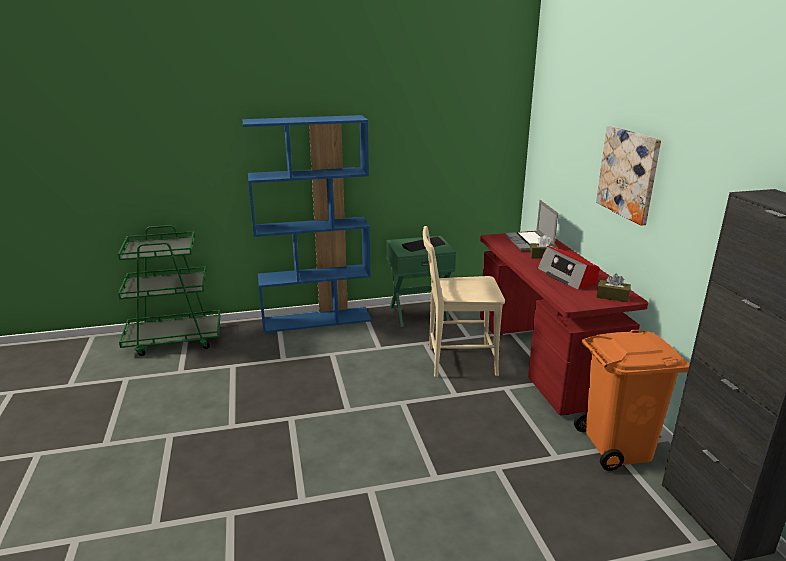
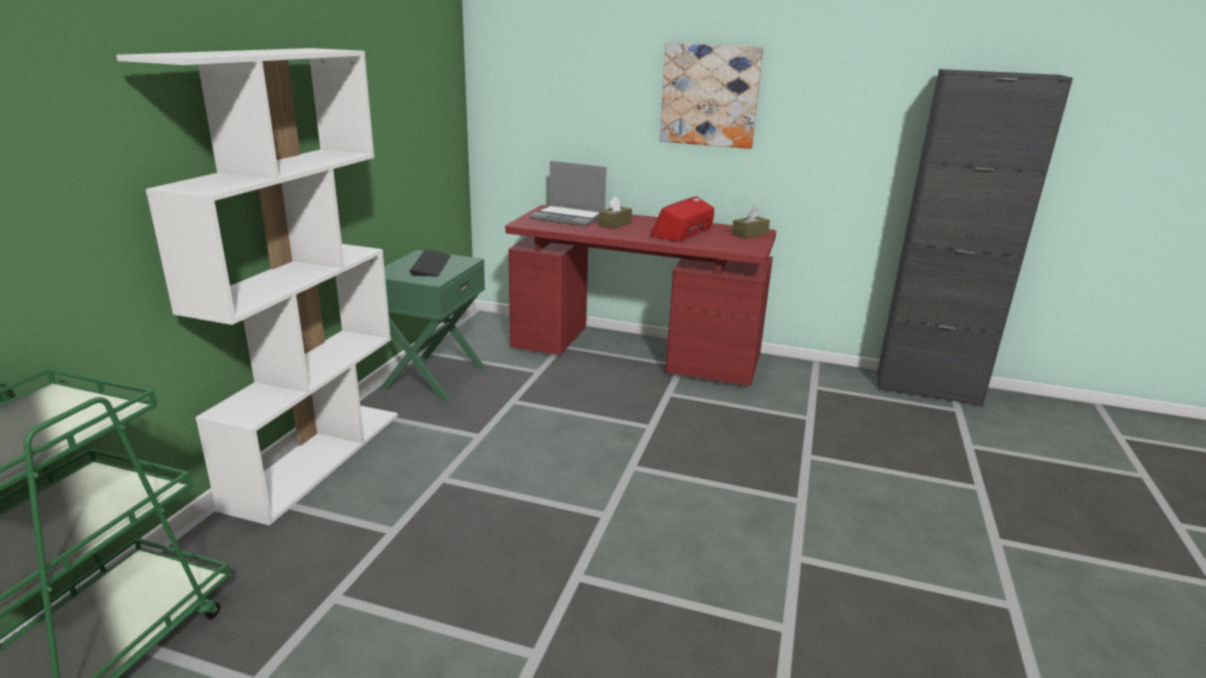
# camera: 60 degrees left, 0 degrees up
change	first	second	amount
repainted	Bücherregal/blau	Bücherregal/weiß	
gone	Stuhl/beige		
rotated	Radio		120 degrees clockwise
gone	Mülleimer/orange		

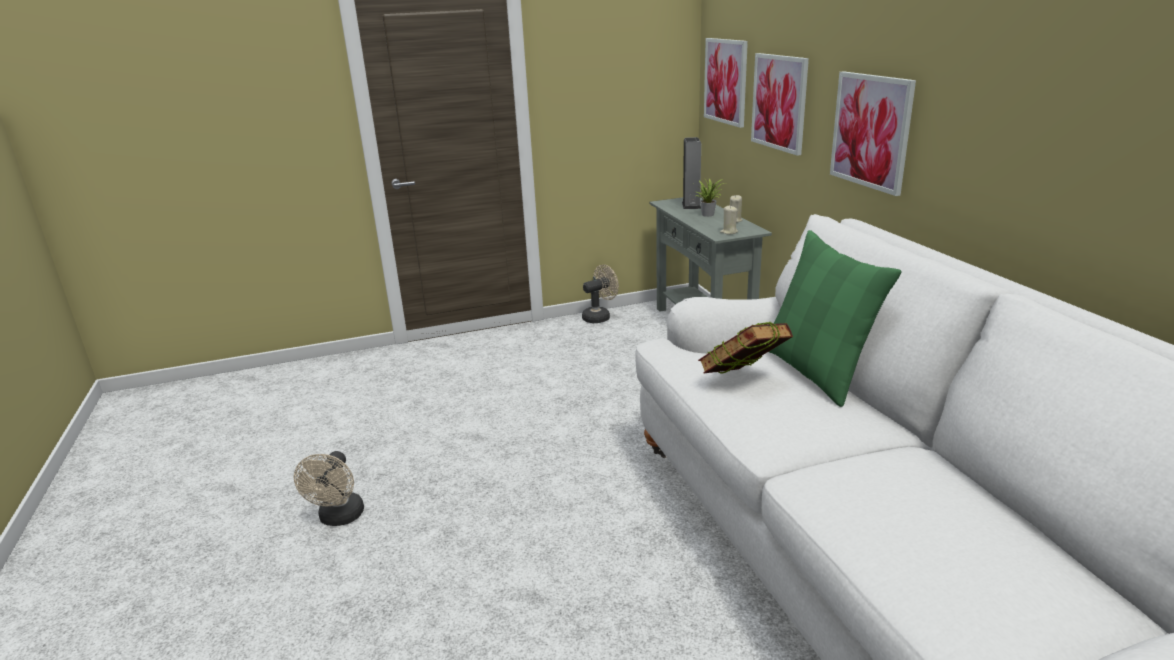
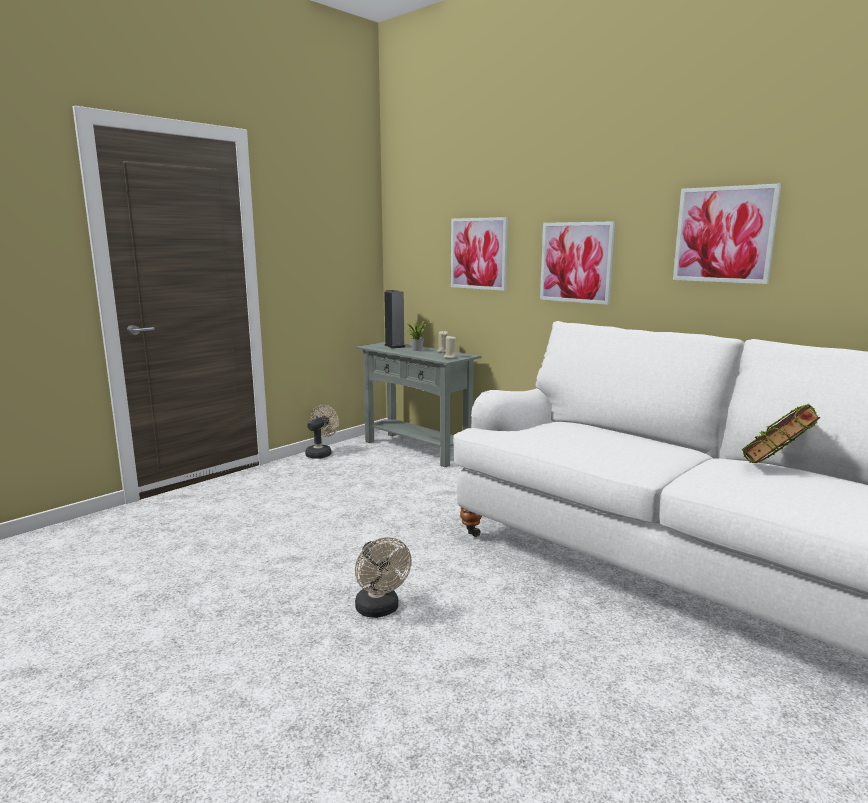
# camera: 30 degrees left, 10 degrees down
change	first	second	amount
shifted	Ventilator/beige (no. 1 from left in the first image)	Ventilator/beige (no. 2 from left)	
shifted	Buch		
shifted	Bild (no. 1 from left in the first image)	Bild (no. 3 from left)	
gone	Kissen/grün		

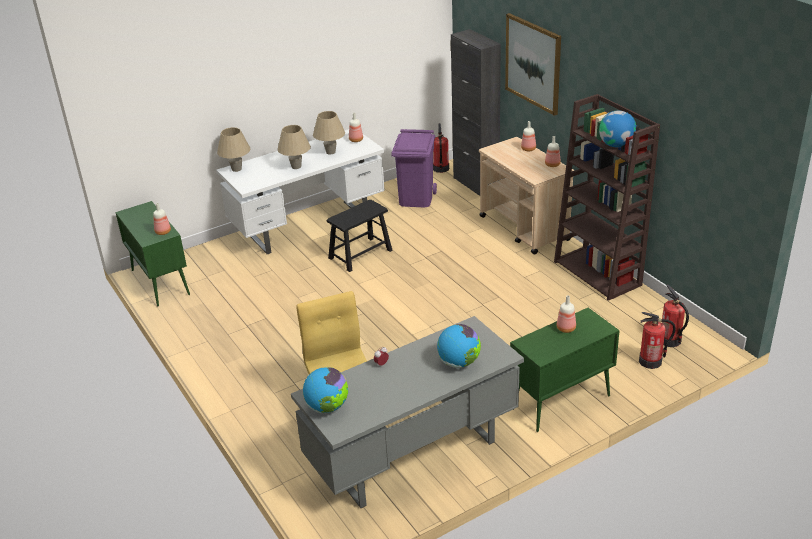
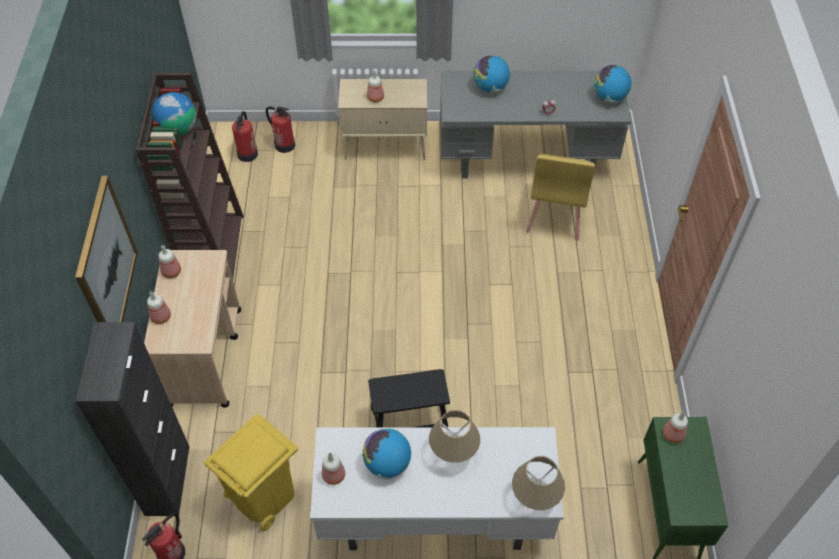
# camera: 150 degrees left, 20 degrees up
change	first	second	amount
swapped	Tischlampe/beige (no. 3 from left)	Globus (no. 2 from left)	
repainted	Mülleimer/lila	Mülleimer/gelb	
repainted	Schrank/grün (no. 2 from left)	Schrank/beige	

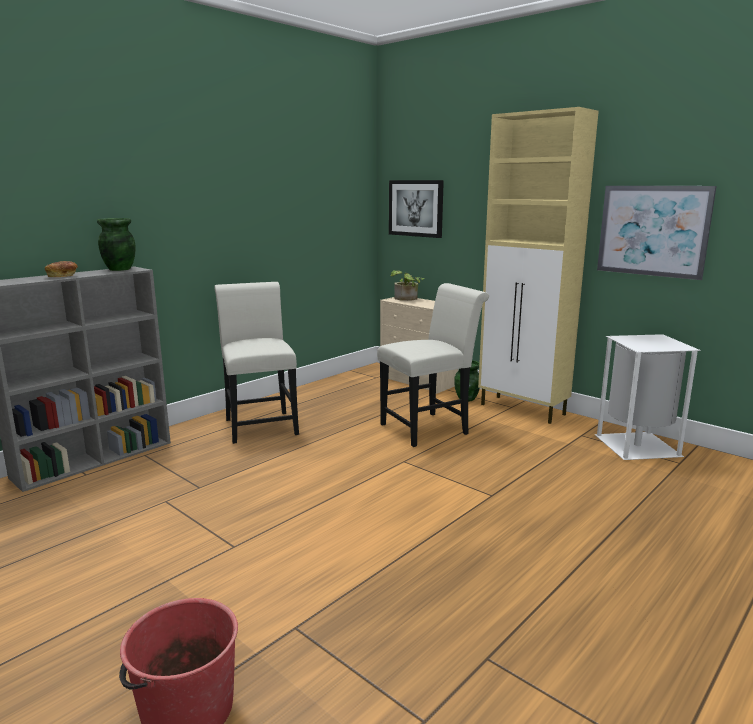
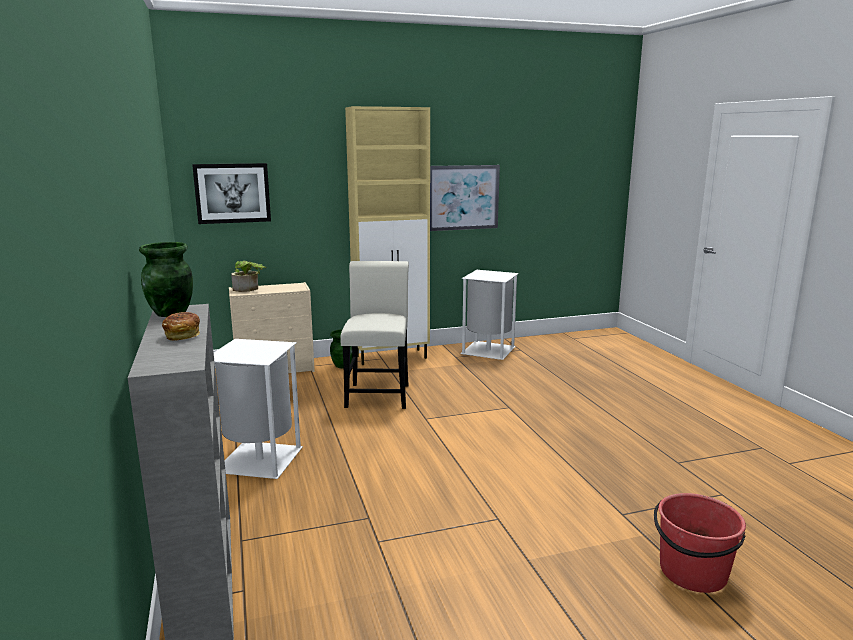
# camera: 60 degrees left, 0 degrees up
change	first	second	amount
swapped	Stuhl/weiß (no. 1 from left)	Mülleimer/weiß (no. 1 from left)	

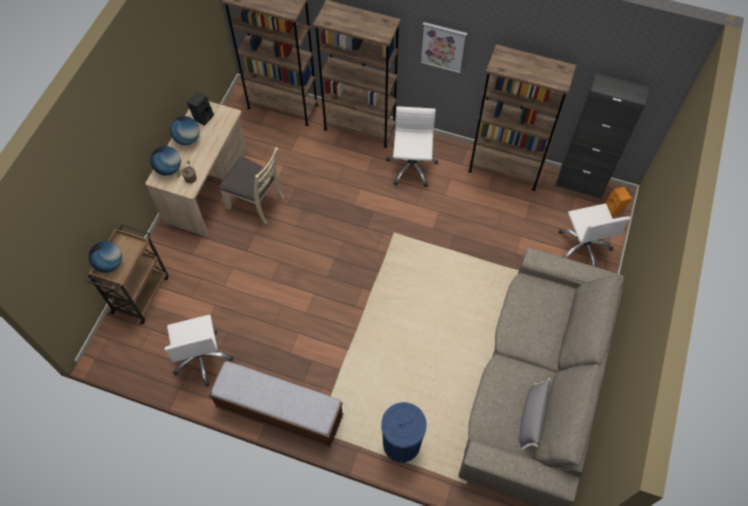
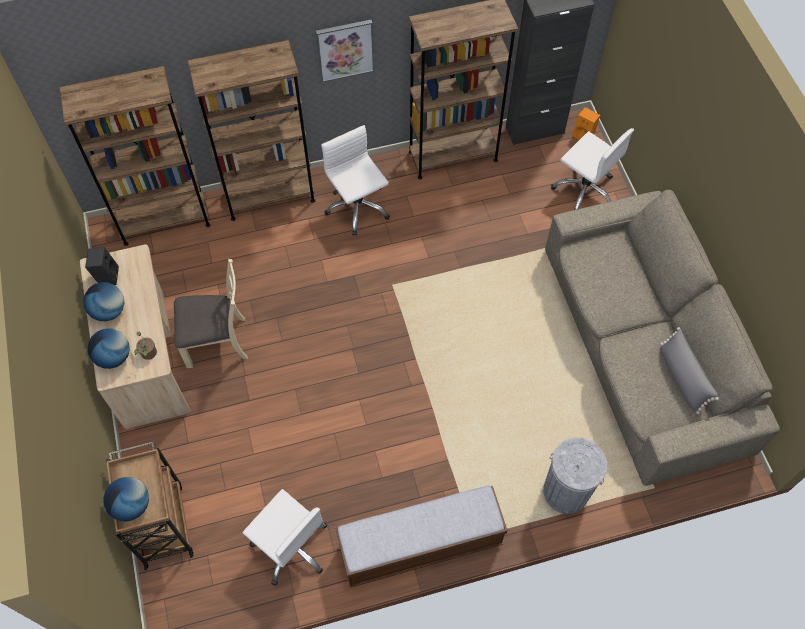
# camera: 35 degrees left, 0 degrees up
change	first	second	amount
repainted	Mülleimer/blau	Mülleimer/grau	

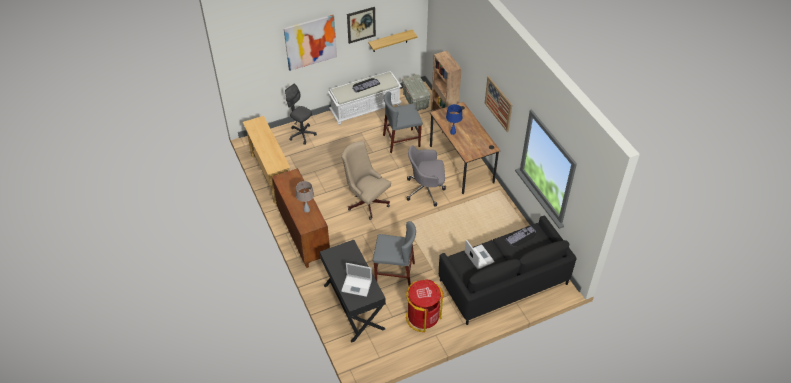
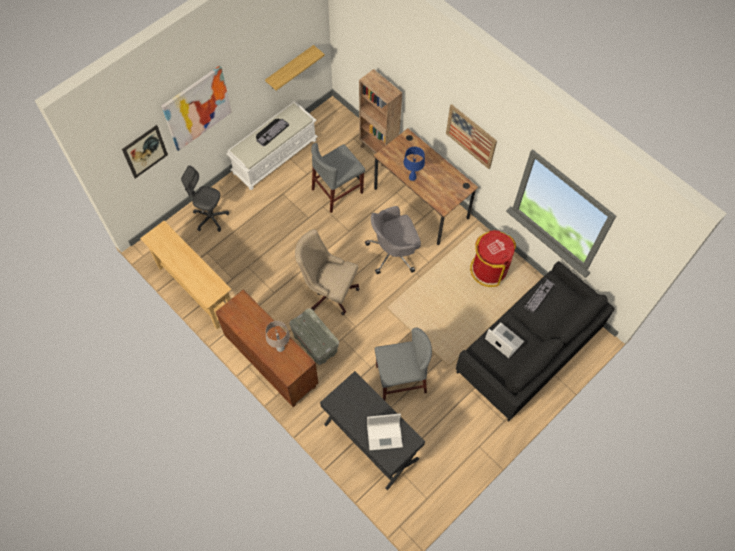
# camera: 20 degrees left, 15 degrees up
change	first	second	amount
shifted	Bild (no. 2 from left in the first image)	Bild (no. 1 from left)	
shifted	Aufbewahrungsbox/grau		
shifted	Mülleimer/rot		

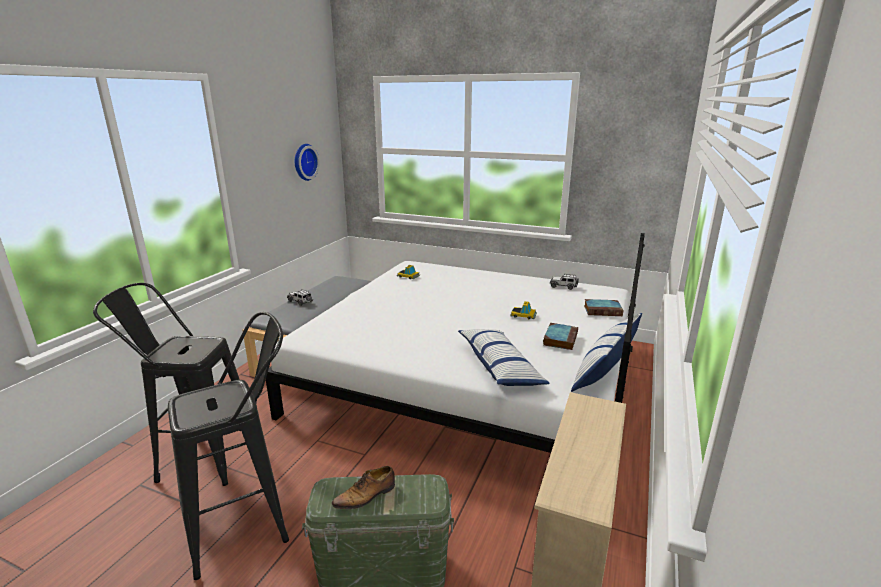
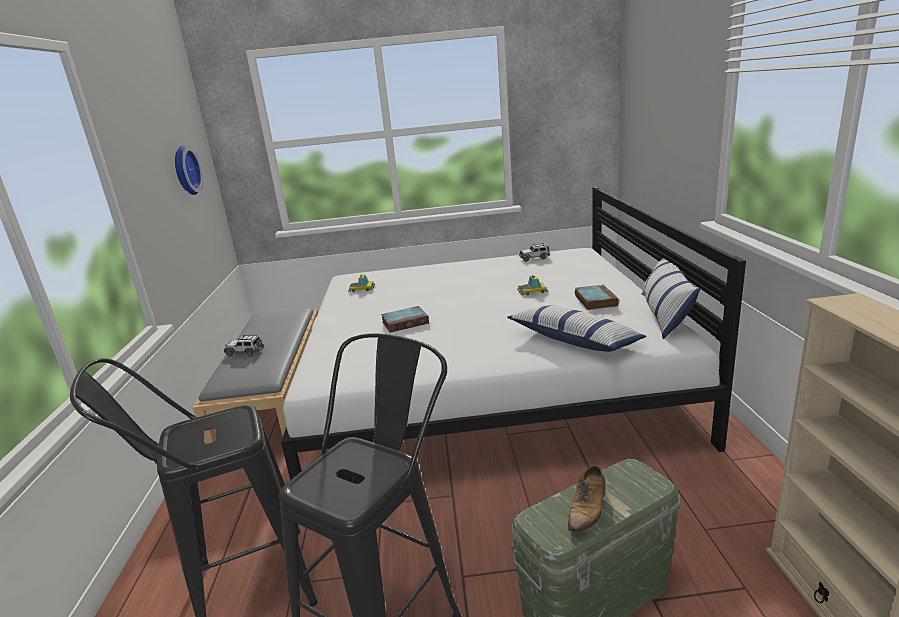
# camera: 25 degrees left, 0 degrees up
change	first	second	amount
shifted	Buch (no. 2 from left in the first image)	Buch (no. 1 from left)	

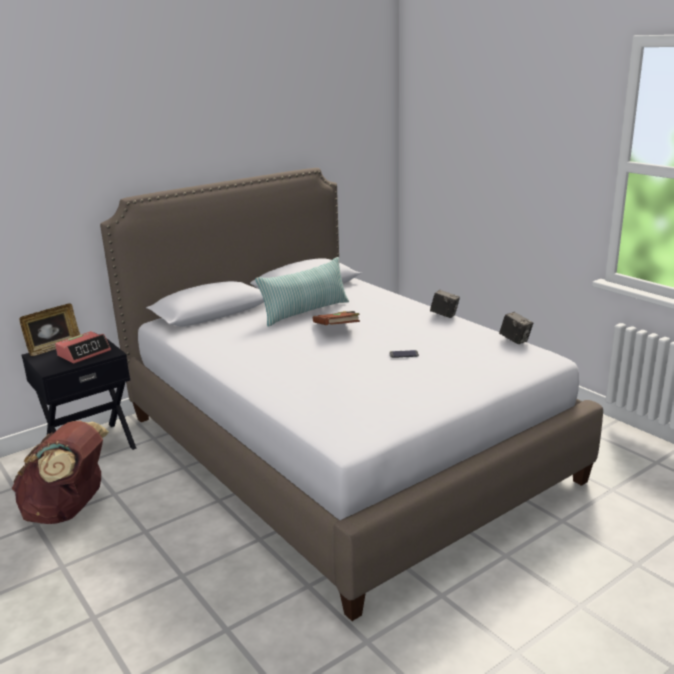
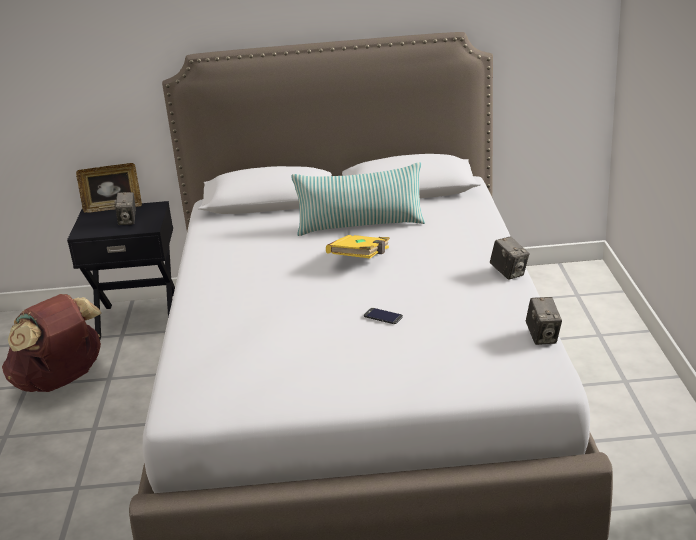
# camera: 35 degrees right, 5 degrees up
change	first	second	amount
swapped	Wecker	Kamera (no. 1 from left)	
repainted	Buch/braun	Buch/gelb	

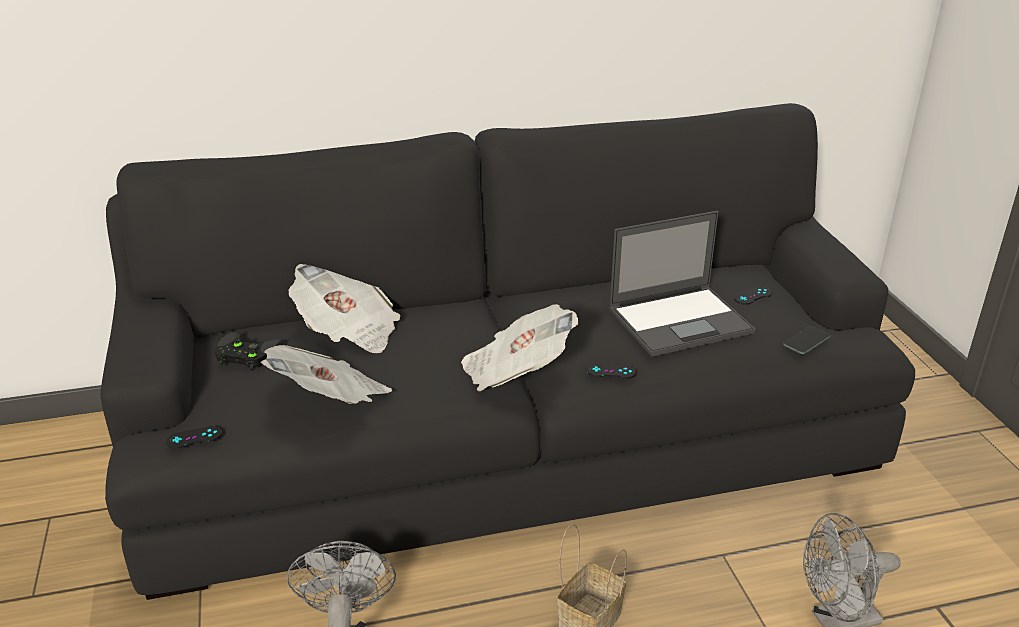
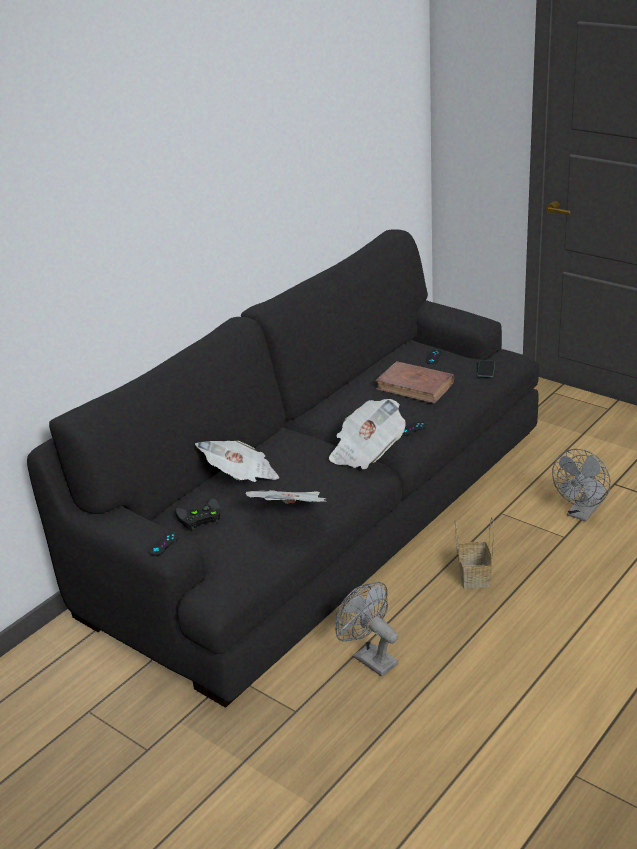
# camera: 35 degrees left, 0 degrees up
change	first	second	amount
shifted	Gamepad/schwarz (no. 1 from left)		
swapped	Laptop	Buch/braun	

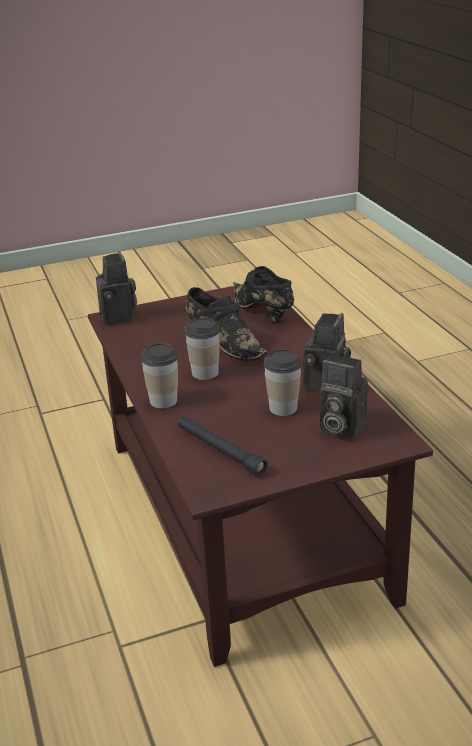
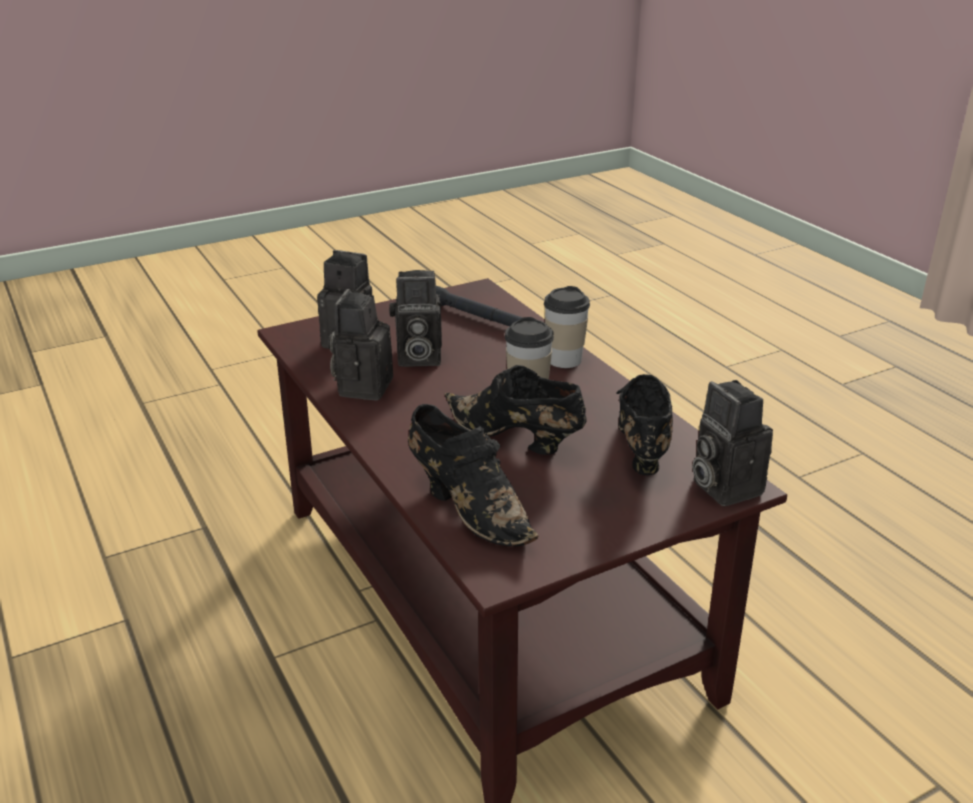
# camera: 170 degrees right, 0 degrees up
change	first	second	amount
swapped	Tasse (no. 3 from left)	Kamera (no. 3 from left)	
new		Schuh/schwarz (no. 3 from left)	

